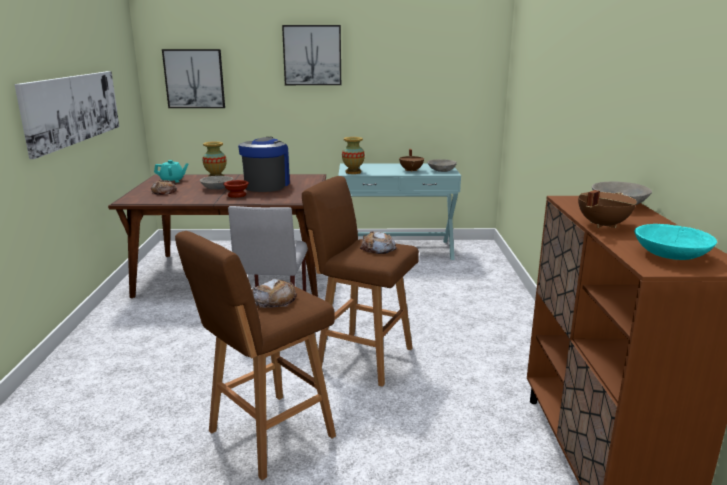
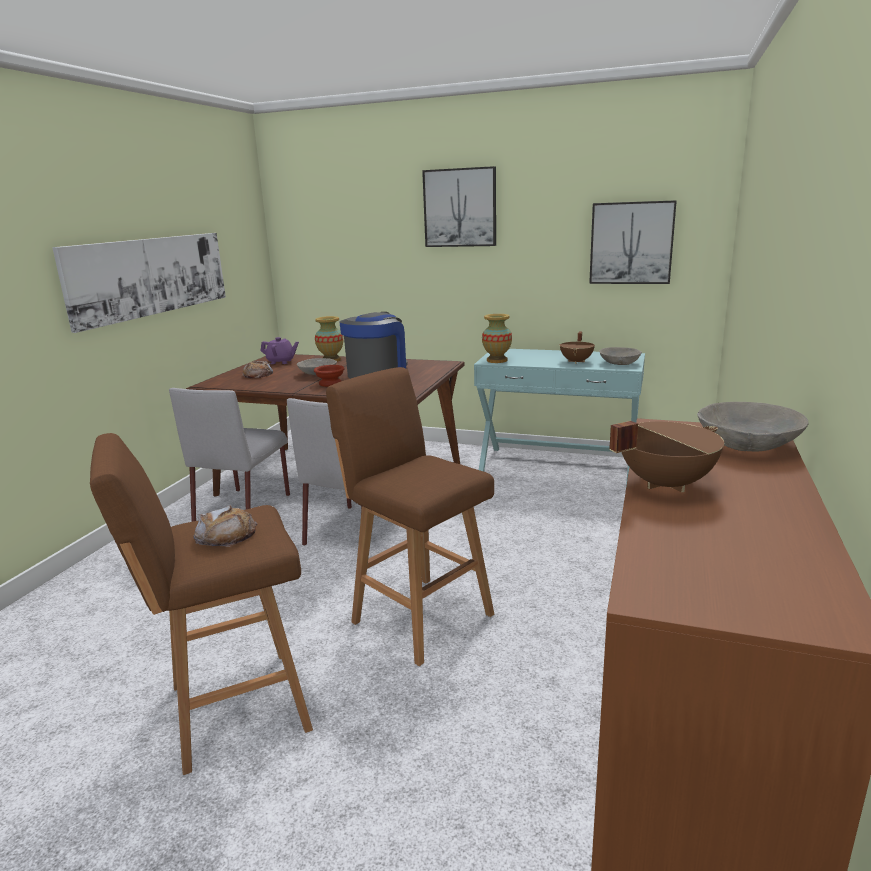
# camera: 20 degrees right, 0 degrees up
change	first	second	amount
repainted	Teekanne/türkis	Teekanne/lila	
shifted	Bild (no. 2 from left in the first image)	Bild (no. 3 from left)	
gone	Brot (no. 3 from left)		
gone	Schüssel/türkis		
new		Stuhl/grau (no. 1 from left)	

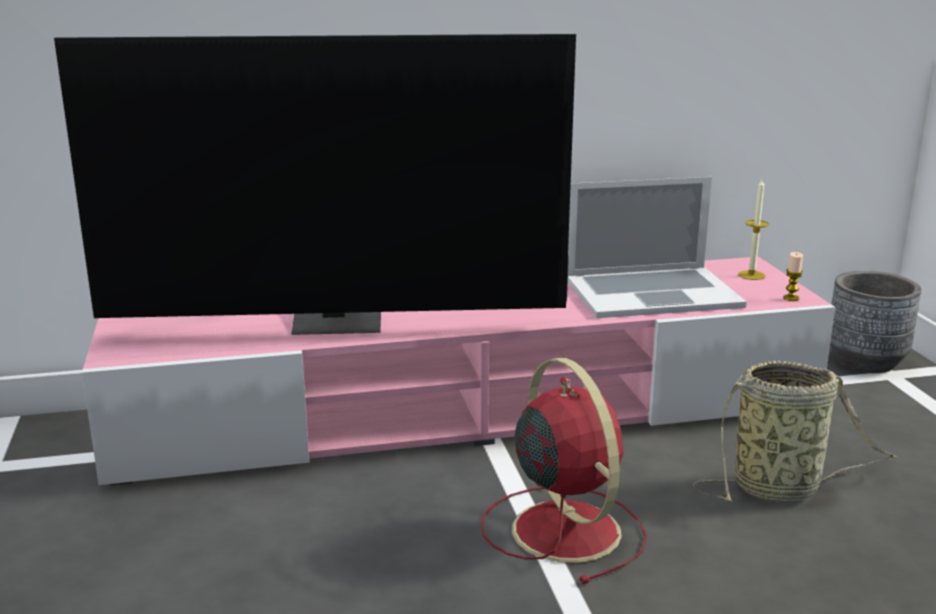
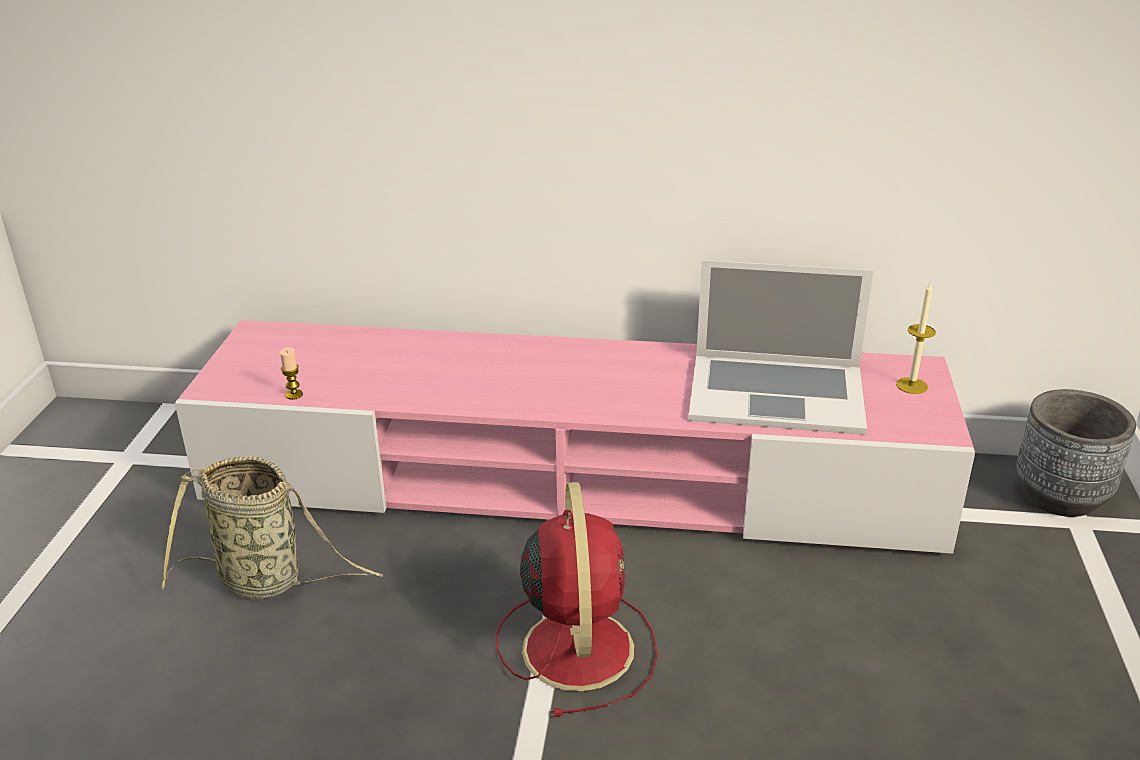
# camera: 20 degrees right, 10 degrees up
change	first	second	amount
gone	Fernseher		
shifted	Korb		
shifted	Kerze (no. 2 from left in the first image)	Kerze (no. 1 from left)	

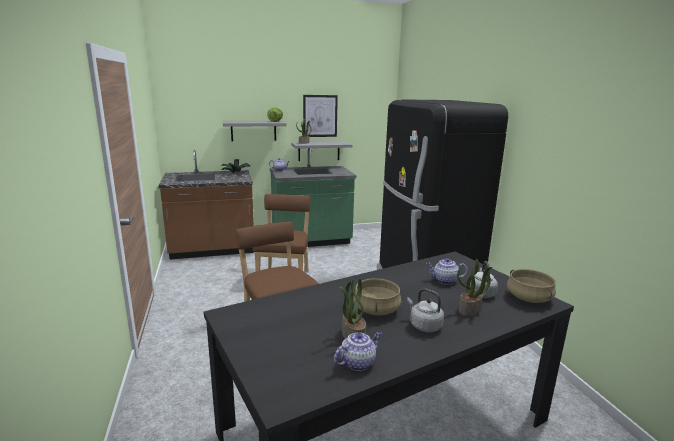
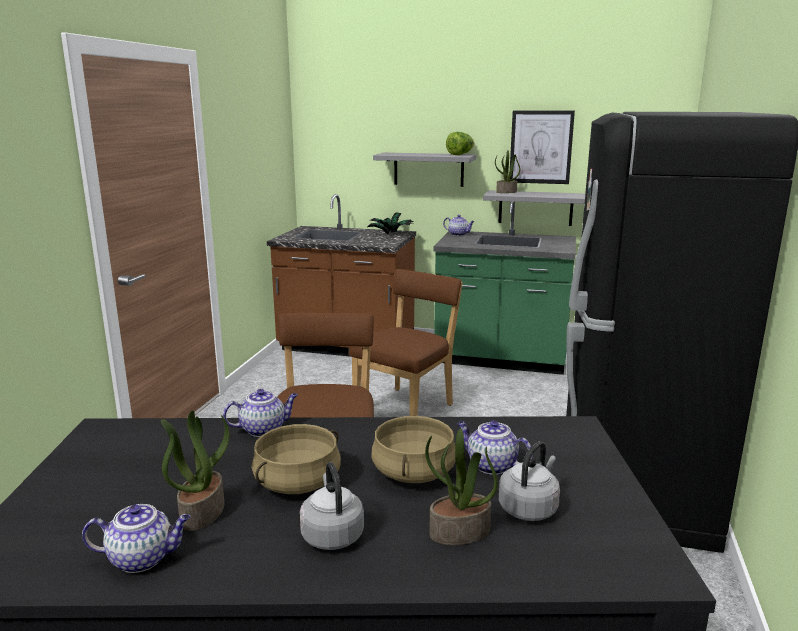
# camera: 30 degrees right, 0 degrees up
change	first	second	amount
shifted	Kochtopf/beige (no. 2 from left)		
new		Teekanne (no. 2 from left)	

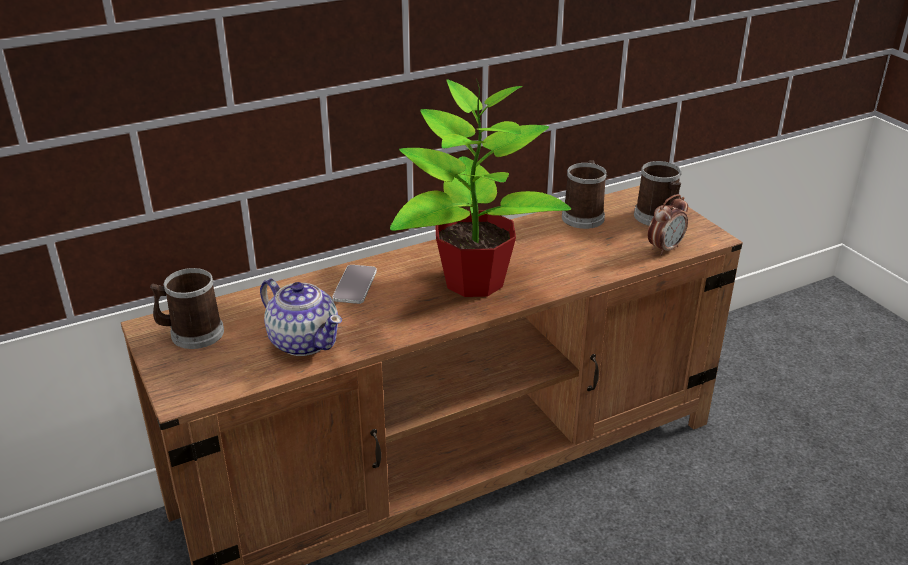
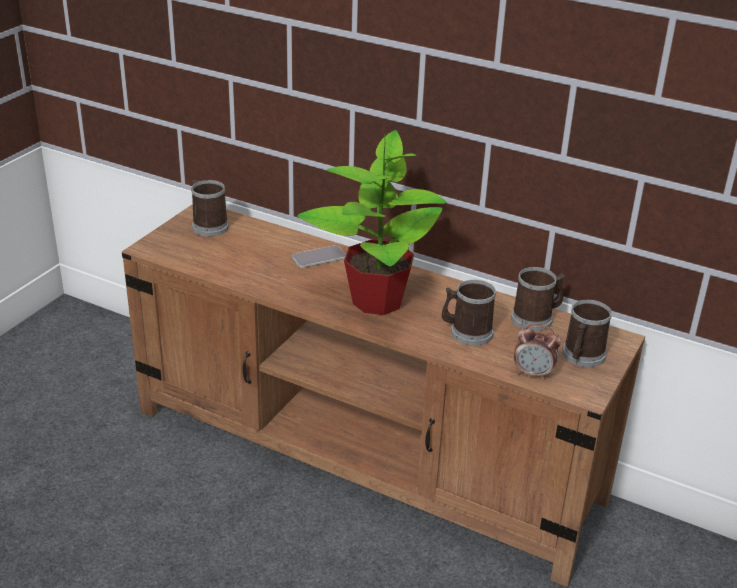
# camera: 55 degrees right, 0 degrees up
change	first	second	amount
gone	Teekanne		
new		Henkelbecher (no. 2 from left)	

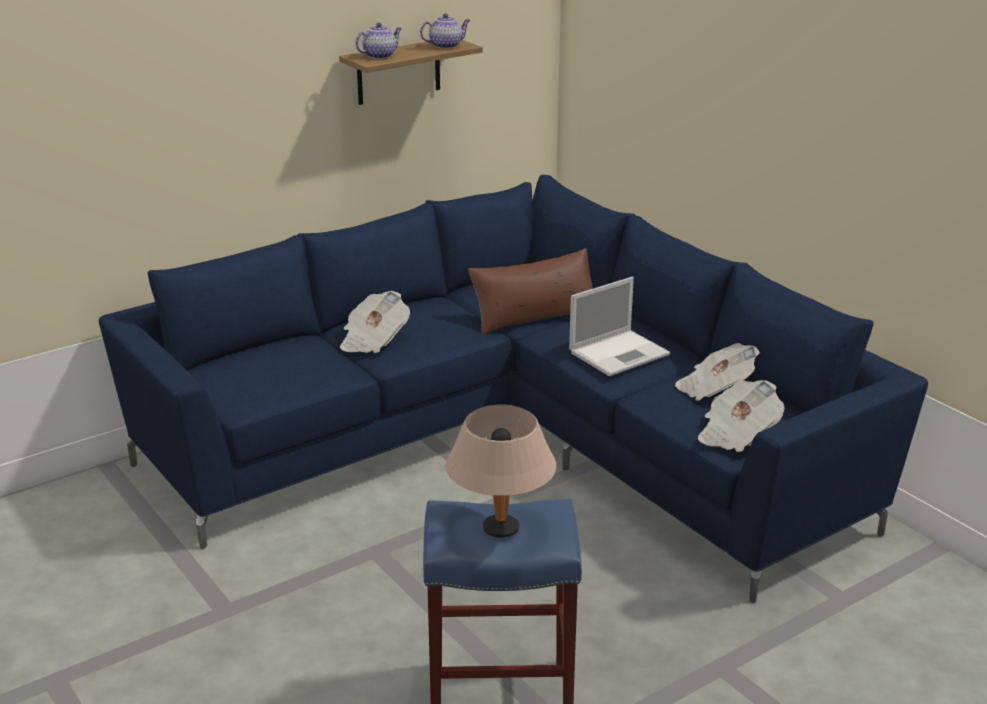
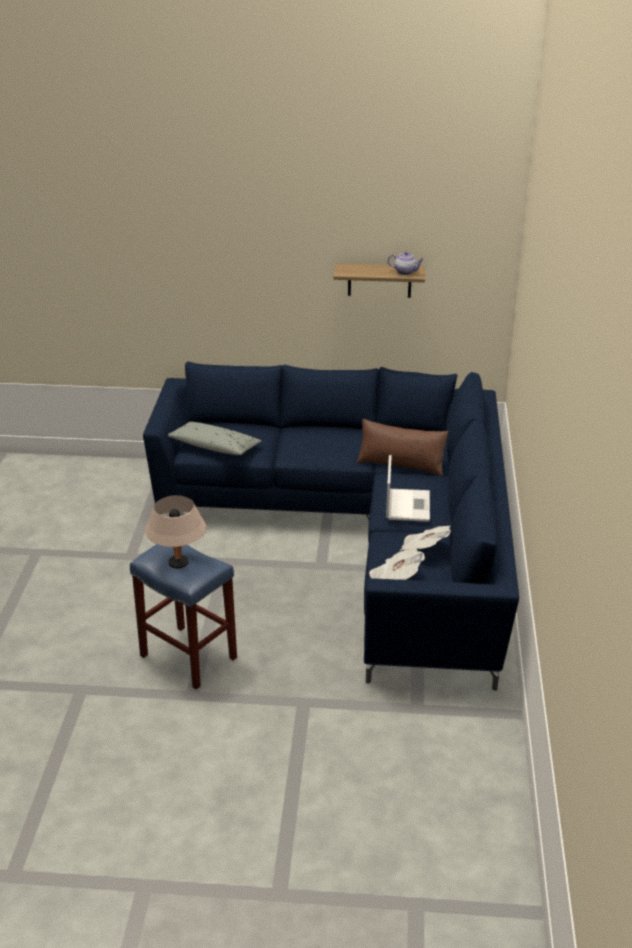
# camera: 40 degrees right, 5 degrees up
change	first	second	amount
gone	Zeitung (no. 1 from left)		
gone	Teekanne (no. 1 from left)		
rotated	Laptop		90 degrees counterclockwise
new		Kissen/grau	

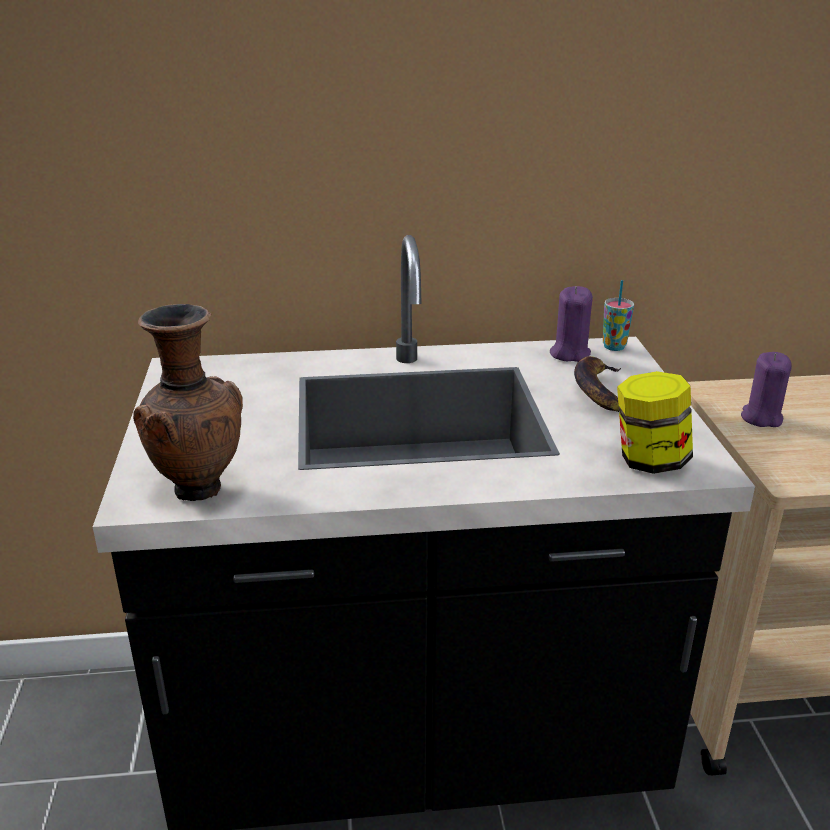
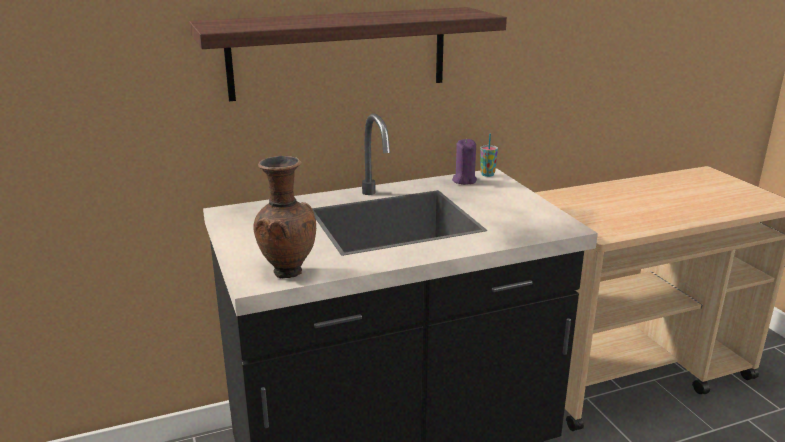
# camera: 15 degrees left, 5 degrees down
change	first	second	amount
gone	Banane		
gone	Vorratsglas		
gone	Kerze/lila (no. 2 from left)		
new		Wandregal	

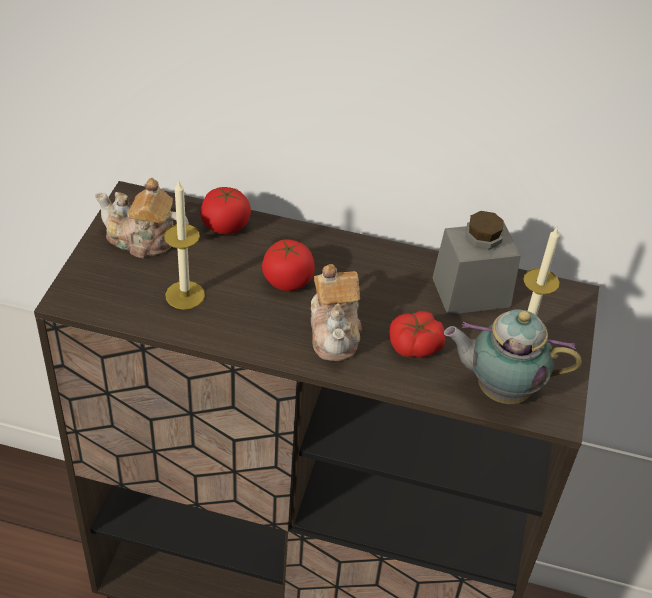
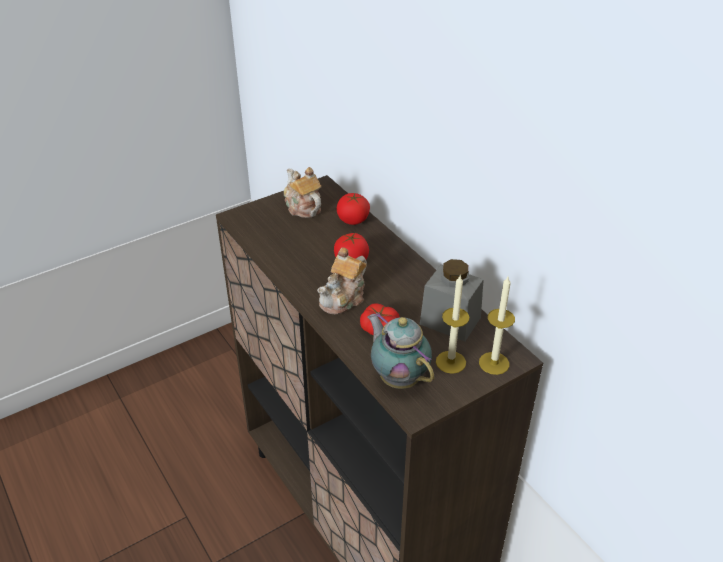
# camera: 45 degrees right, 5 degrees down
change	first	second	amount
shifted	Kerze (no. 1 from left in the first image)	Kerze (no. 2 from left)	

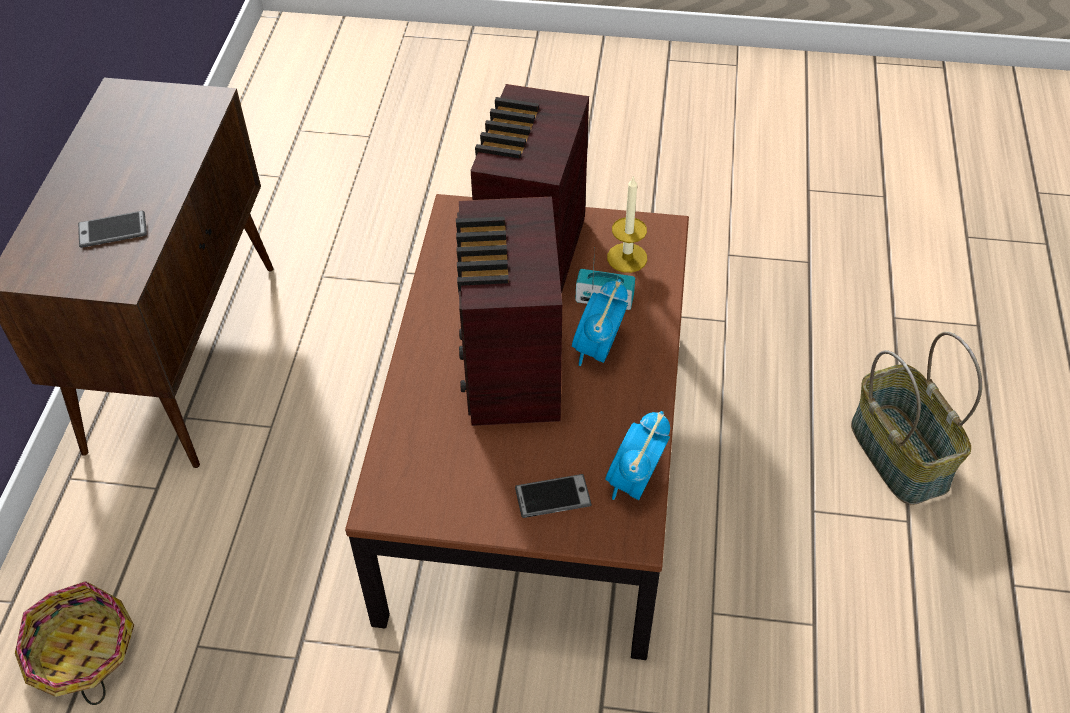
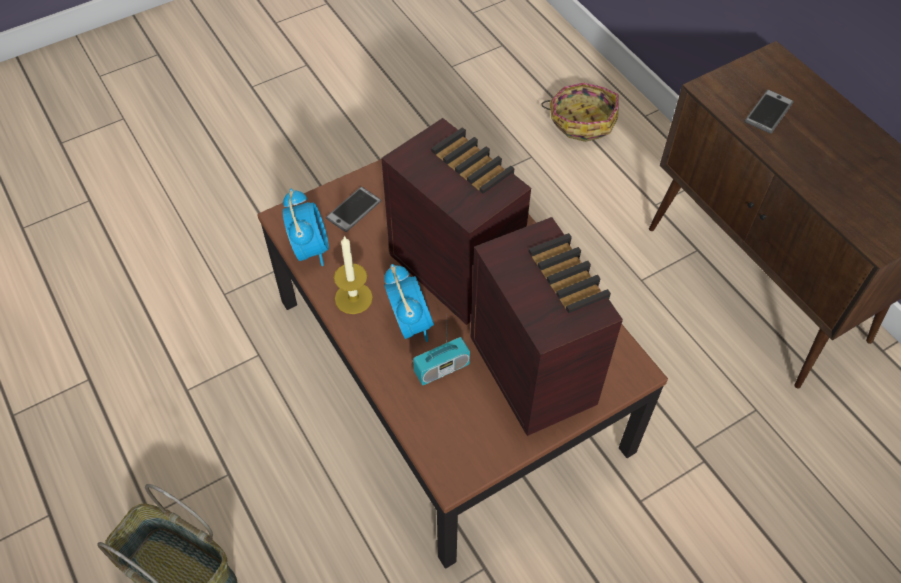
# camera: 140 degrees right, 5 degrees up
change	first	second	amount
shifted	Kerze		

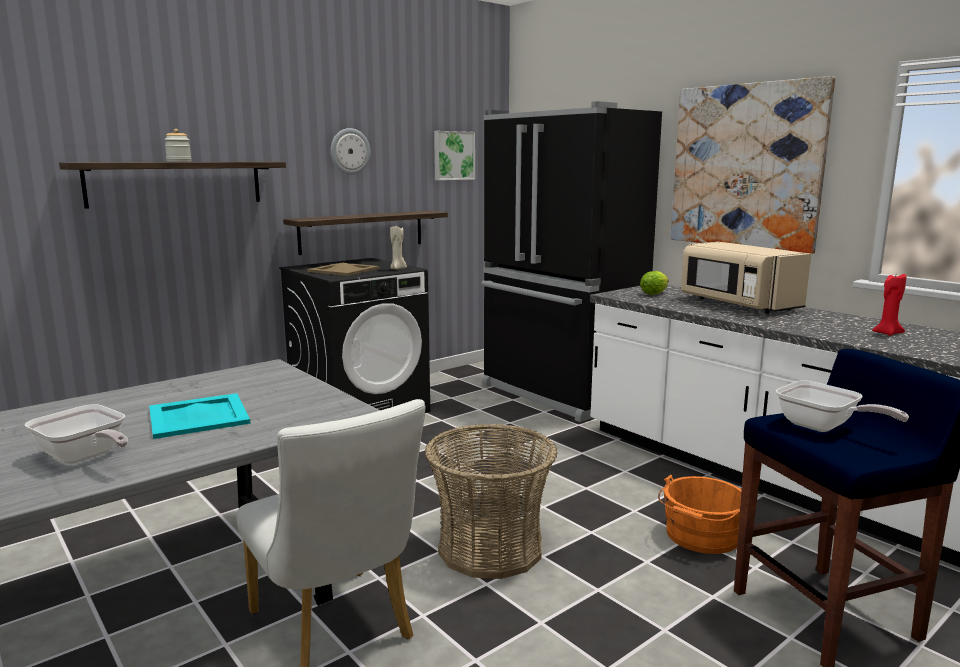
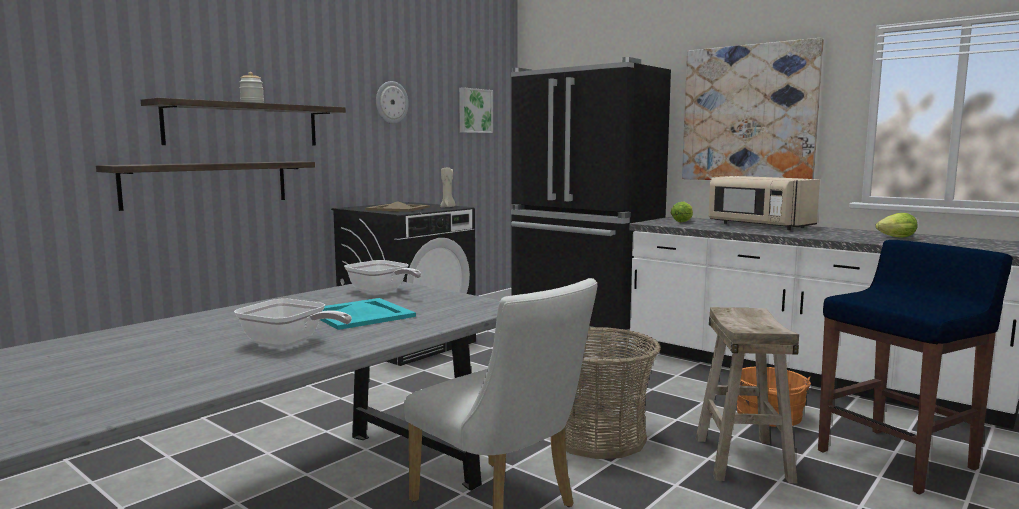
# camera: 10 degrees left, 5 degrees down
change	first	second	amount
shifted	Wandregal (no. 2 from left in the first image)	Wandregal (no. 1 from left)	
shifted	Pfanne (no. 2 from left)		
swapped	Kerze/rot	Salatkopf (no. 2 from left)	
new		Hocker/beige	

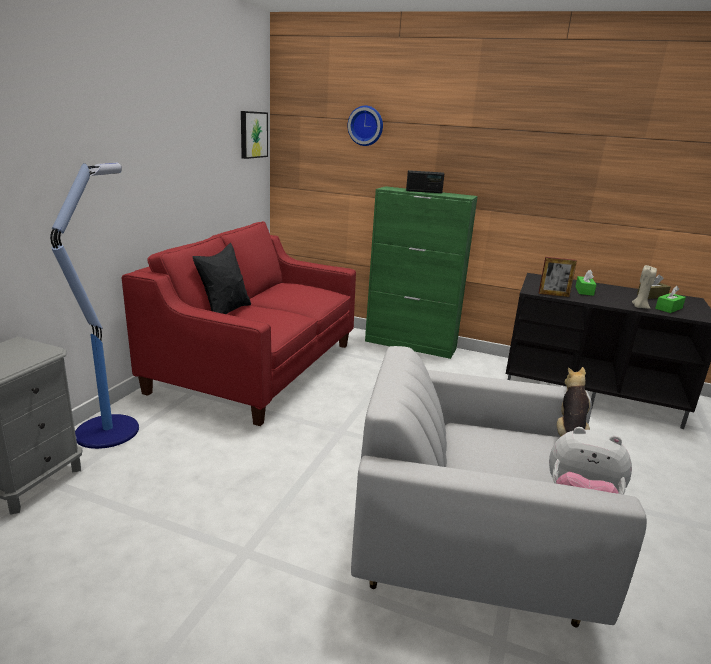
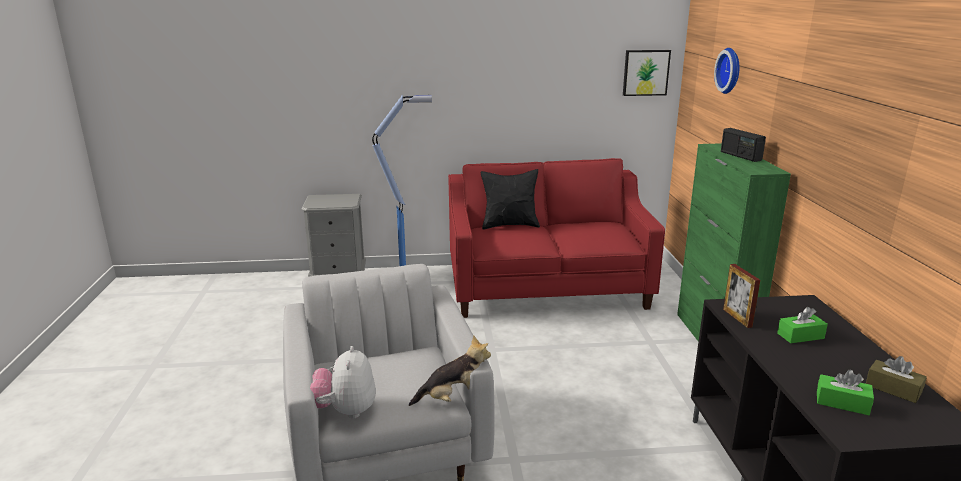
# camera: 65 degrees right, 0 degrees up
change	first	second	amount
gone	Kerze/beige		

